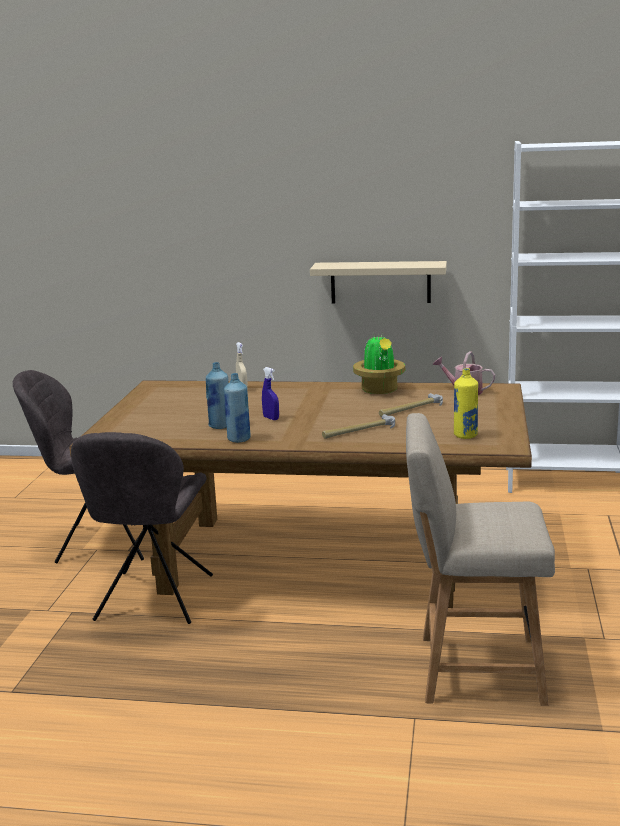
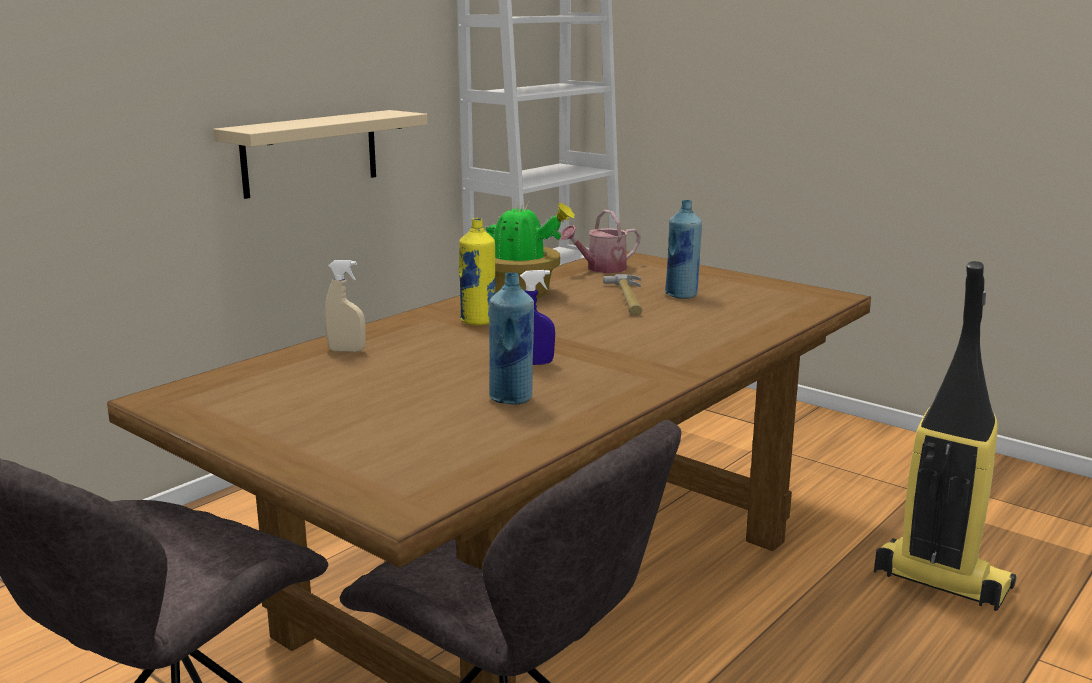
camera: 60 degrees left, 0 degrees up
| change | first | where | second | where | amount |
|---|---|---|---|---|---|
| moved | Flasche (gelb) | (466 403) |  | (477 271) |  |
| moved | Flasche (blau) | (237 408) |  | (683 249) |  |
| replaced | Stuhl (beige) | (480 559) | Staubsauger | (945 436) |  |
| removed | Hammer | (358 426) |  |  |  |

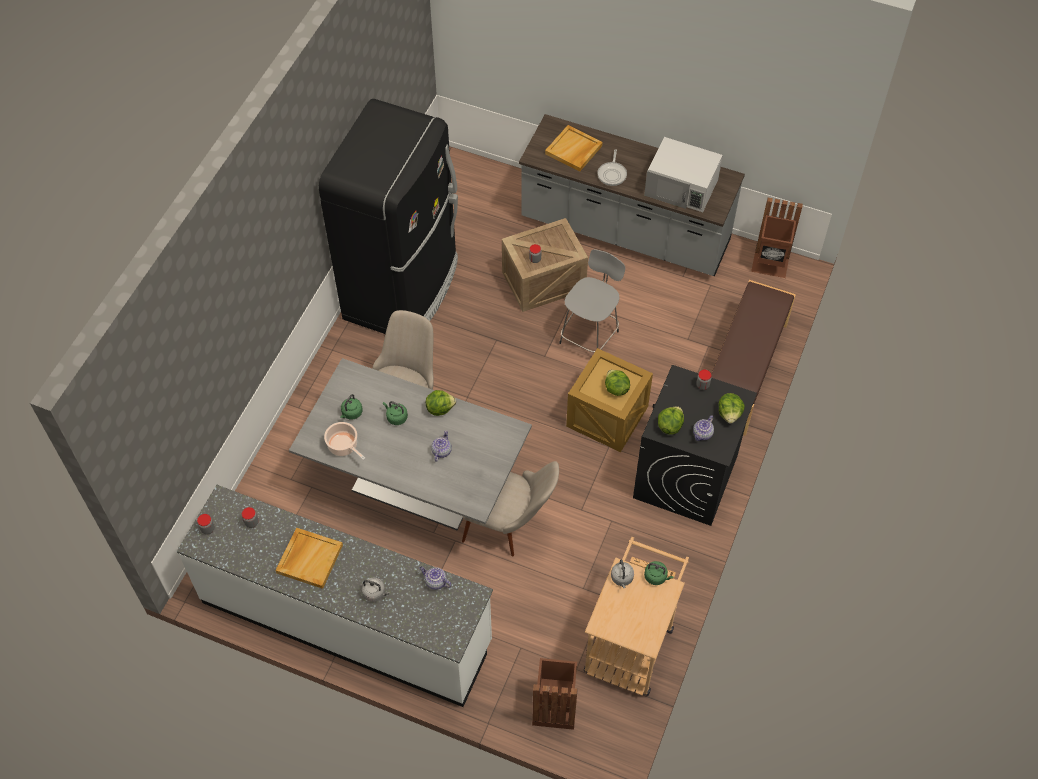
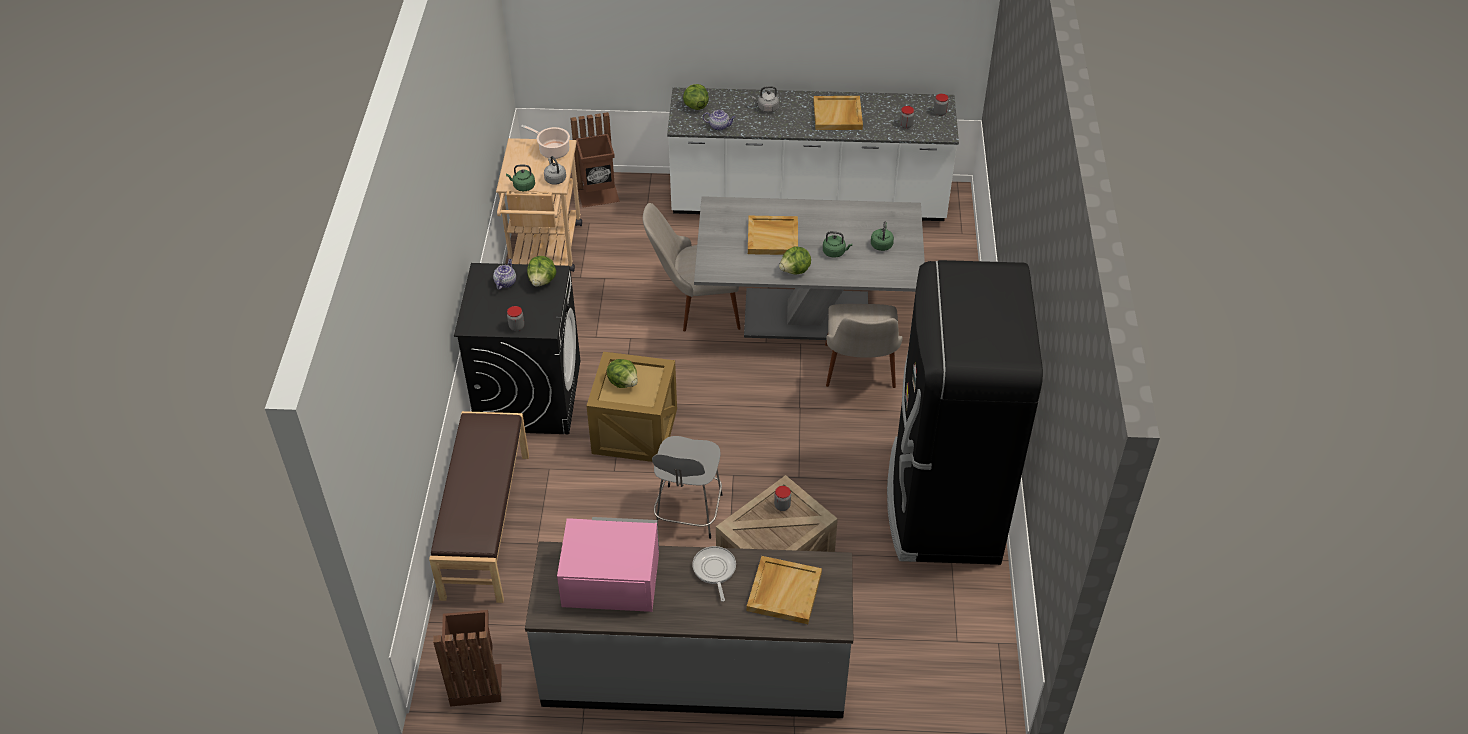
camera: 160 degrees right, 10 degrees down
| change | first | where | second | where | amount |
|---|---|---|---|---|---|
| recoloured | Mikrowelle (weiß) | (683 174) | Mikrowelle (rosa) | (608 564) |  |
| moved | Salatkopf | (731 408) |  | (696 97) |  |
| moved | Kochtopf | (345 441) |  | (545 142) |  |
| replaced | Teekanne | (441 445) | Tablett (beige) | (773 235) |  |

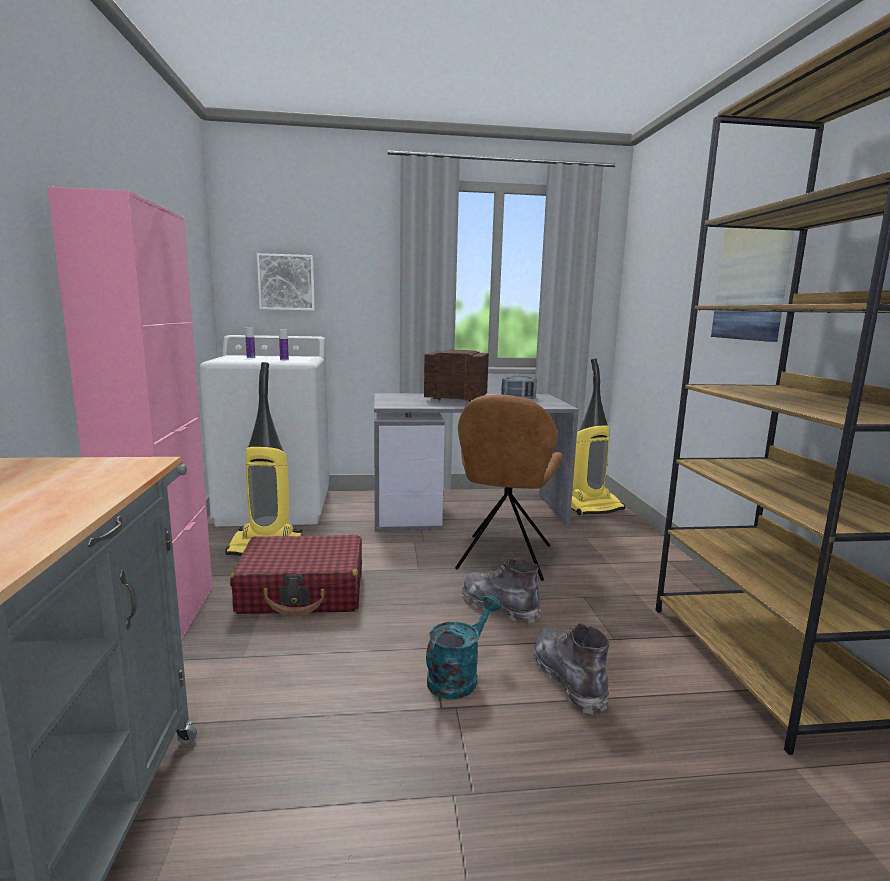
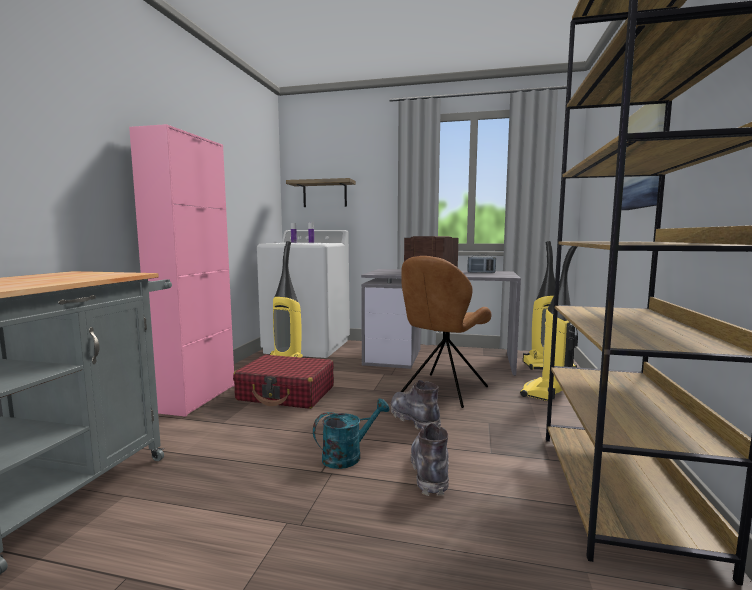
camera: 20 degrees right, 5 degrees down
| change | first | where | second | where | amount |
|---|---|---|---|---|---|
| replaced | Bild | (286 282) | Wandregal | (321 192) |  |
| added |  |  | Staubsauger | (549 323) |  |

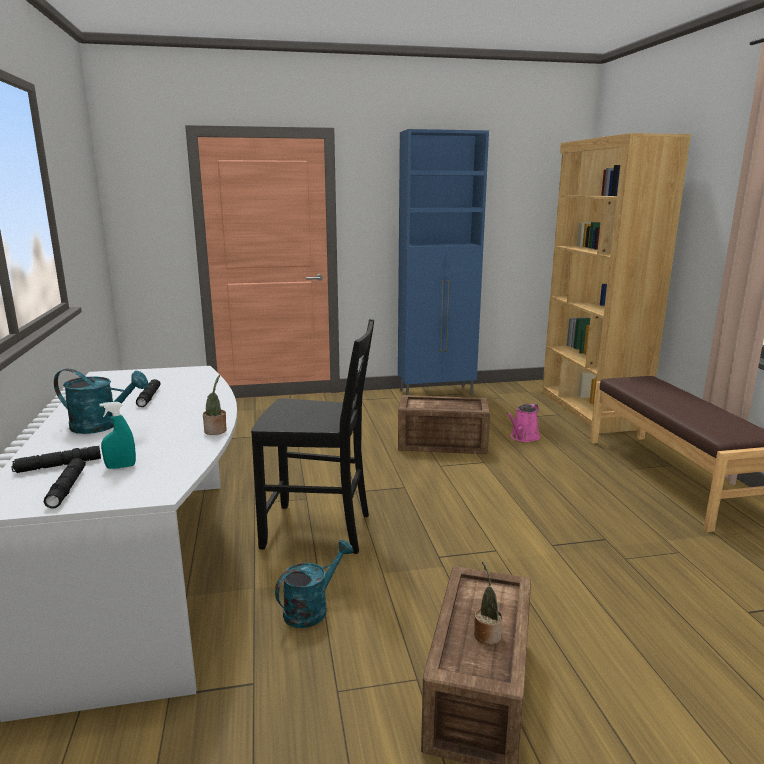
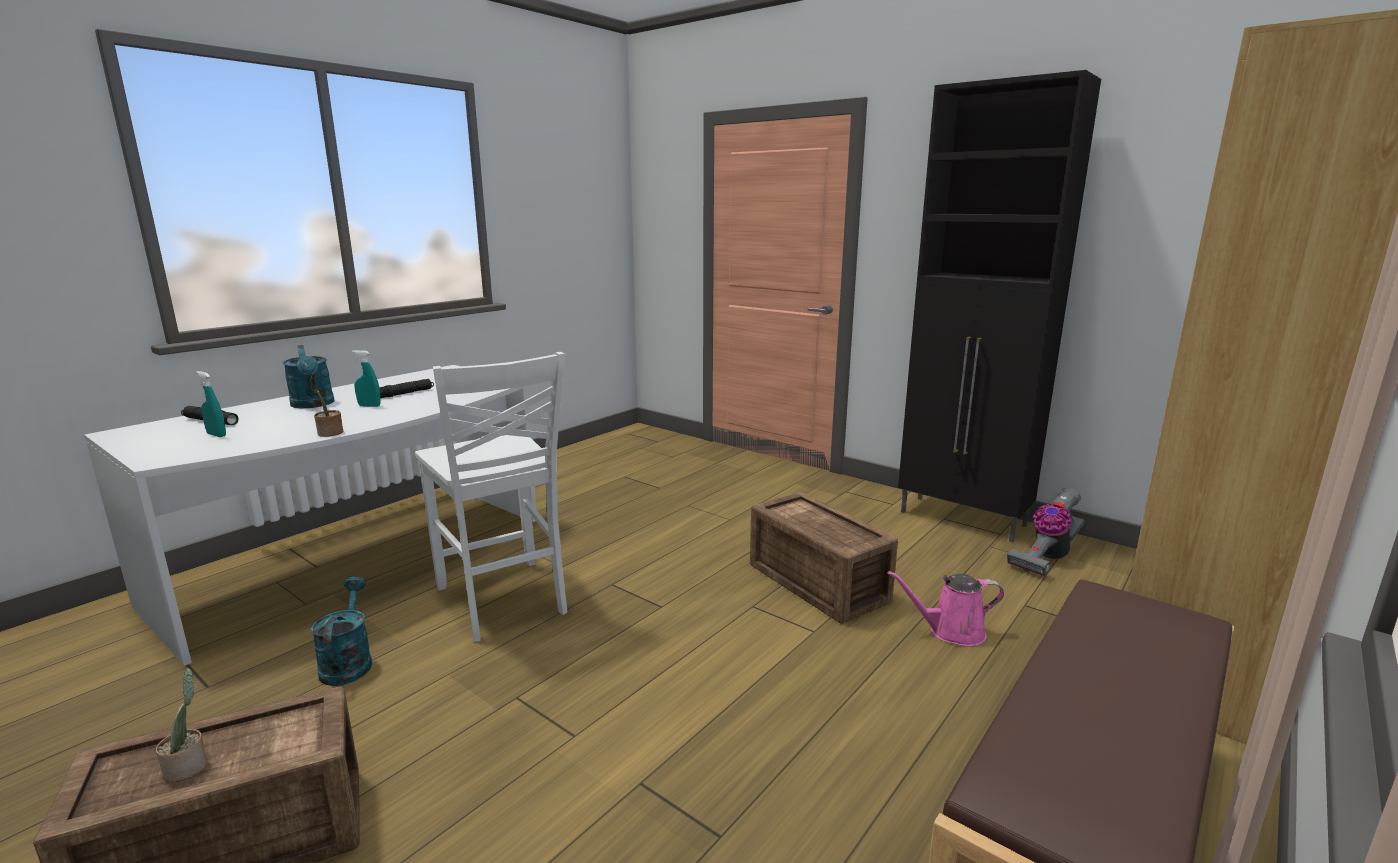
camera: 50 degrees right, 0 degrees up
| change | first | where | second | where | amount |
|---|---|---|---|---|---|
| recoloured | Schrank (blau) | (443 262) | Schrank (schwarz) | (999 306) |  |
| recoloured | Stuhl (schwarz) | (312 436) | Stuhl (weiß) | (491 497) |  |
| removed | Taschenlampe (schwarz) | (65 483) |  |  |  |
| turned | Gießkanne (türkis) | (314 584) |  | (341 631) | 105 degrees counterclockwise |
| added |  |  | Sprühflasche (türkis) | (366 378) |  |
| added |  |  | Staubsauger | (1046 532) |  |

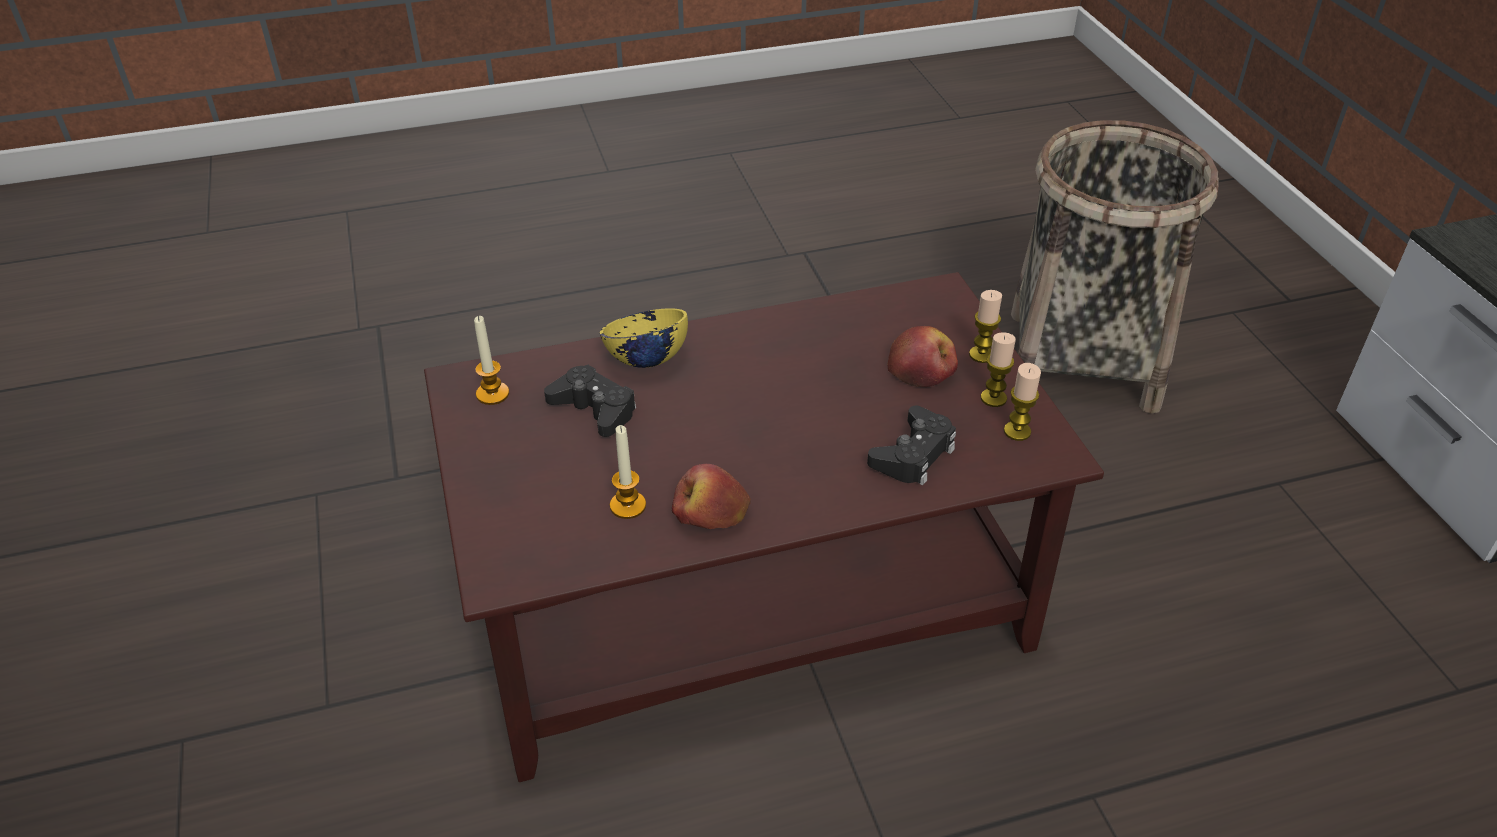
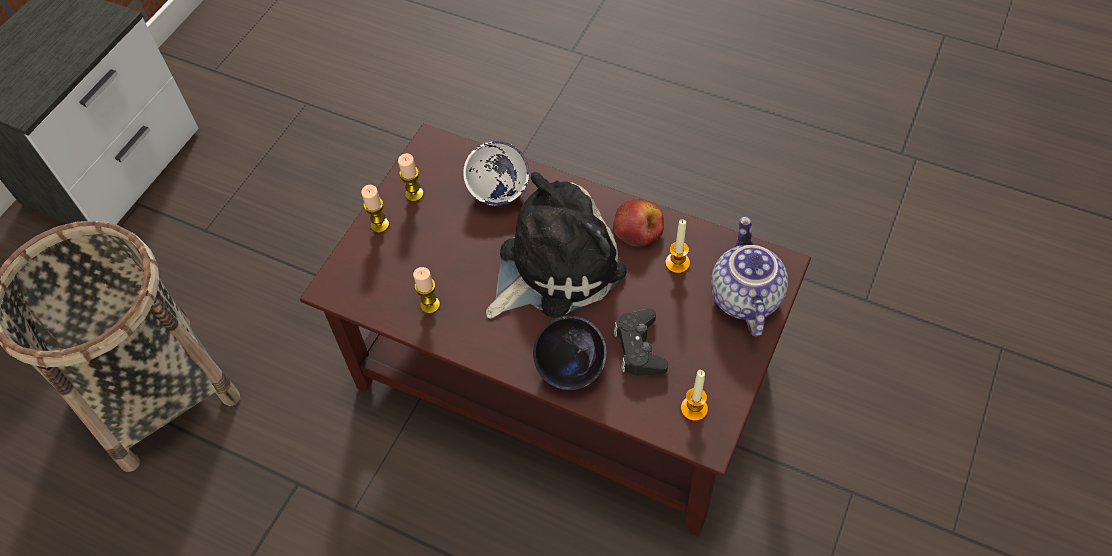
camera: 135 degrees left, 15 degrees up
| change | first | where | second | where | amount |
|---|---|---|---|---|---|
| recoloured | Schüssel (gelb) | (644 338) | Schüssel (schwarz) | (570 353) |  |
| removed | Apfel | (922 356) |  |  |  |
| moved | Kerze | (1022 402) |  | (426 290) |  |
| replaced | Gamepad (schwarz) | (911 445) | Schüssel (weiß) | (496 173) |  |
| added |  |  | Plüschtier | (556 245) |  |
| added |  |  | Teekanne | (749 276) |  |

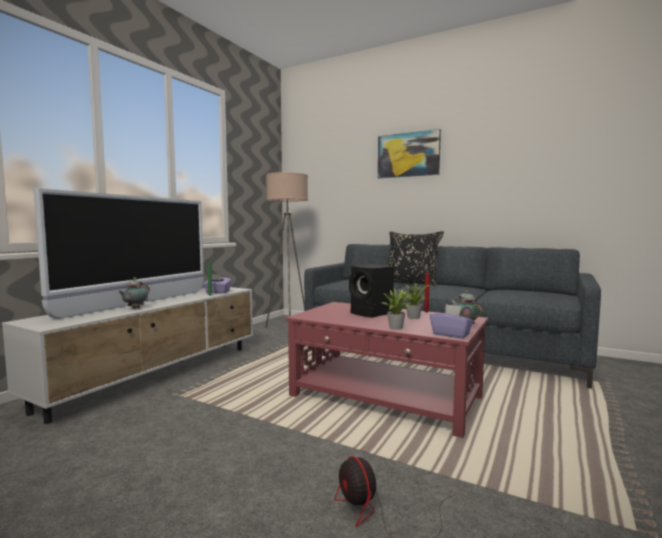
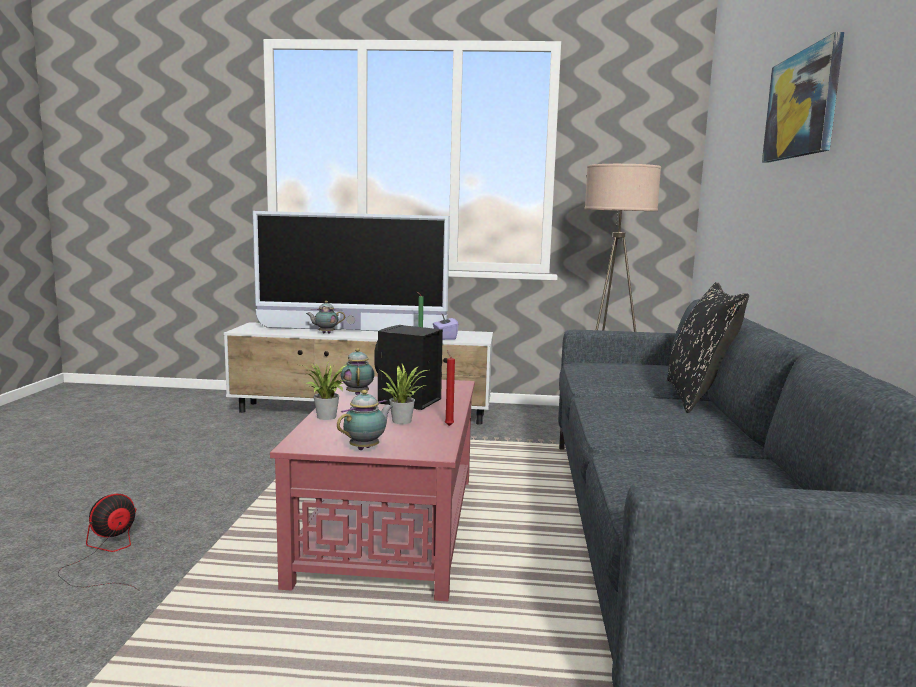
camera: 65 degrees right, 5 degrees up
| change | first | where | second | where | amount |
|---|---|---|---|---|---|
| removed | Taschentuchbox (lila) | (452 321) |  |  |  |
| added |  |  | Teekanne | (357 371) |  |

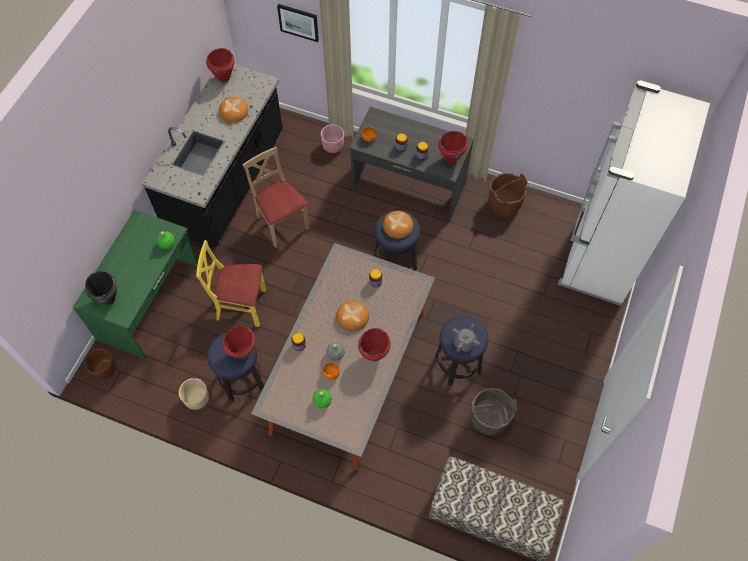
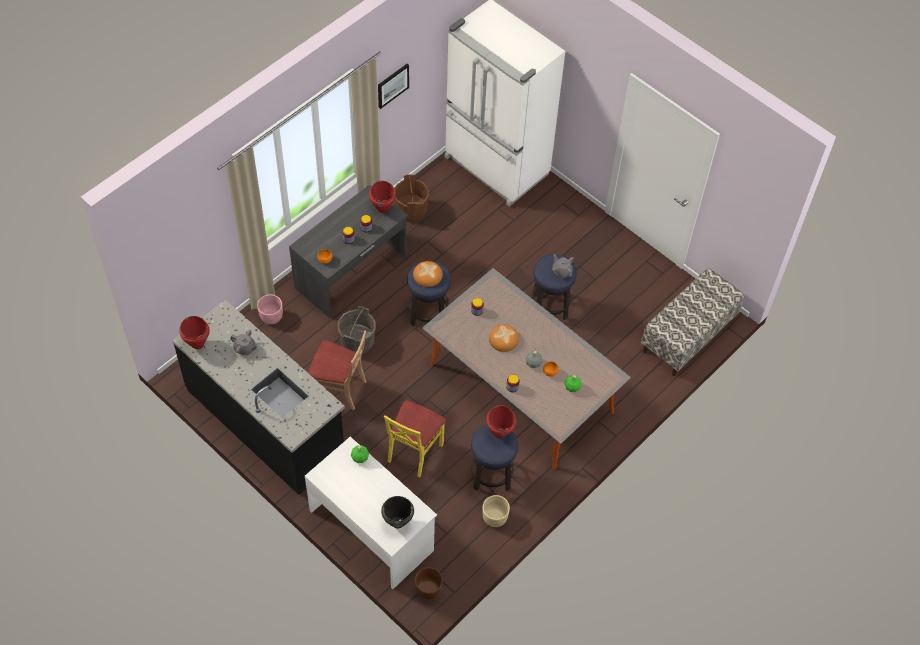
camera: 70 degrees left, 5 degrees down
| change | first | where | second | where | amount |
|---|---|---|---|---|---|
| moved | Bild | (298 23) |  | (393 86) |  |
| replaced | Brot | (233 110) | Teekanne (grau) | (244 343) |  |
| turned | Stuhl (beige) | (276 197) |  | (337 370) | 150 degrees counterclockwise |
| recoloured | Schreibtisch (grün) | (135 285) | Schreibtisch (weiß) | (371 513) |  |
| removed | Kochtopf (rot) | (374 344) |  |  |  |
| moved | Eimer (grau) | (493 412) |  | (356 330) |  |

